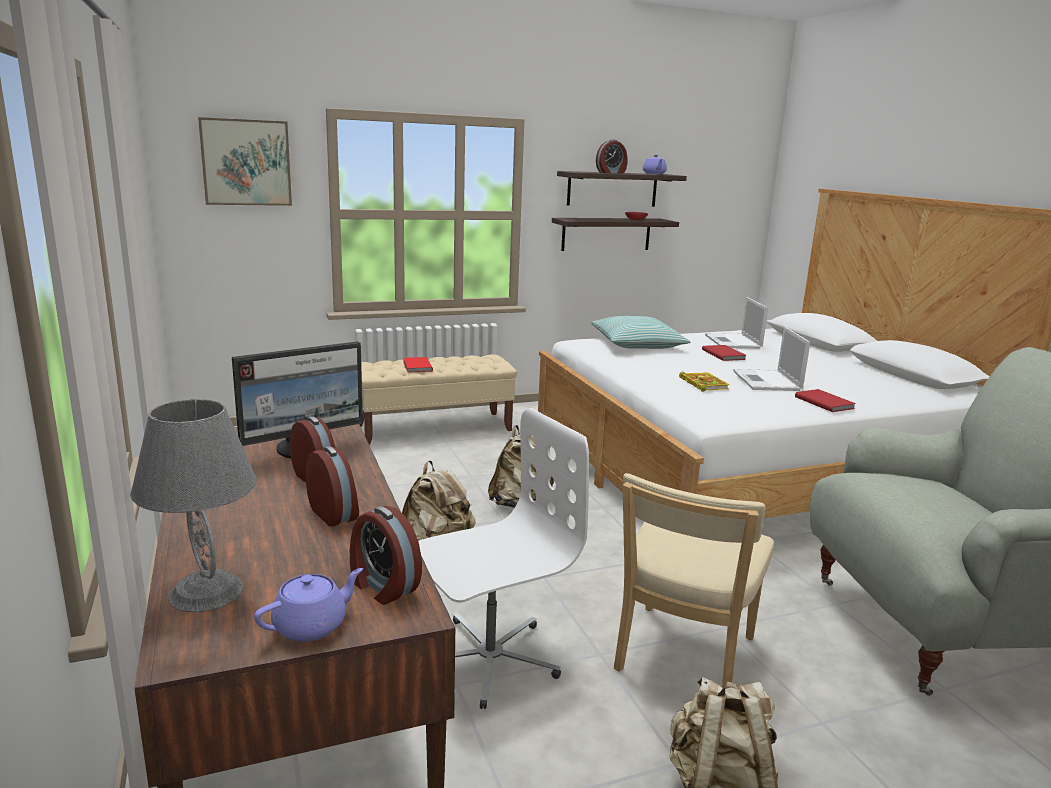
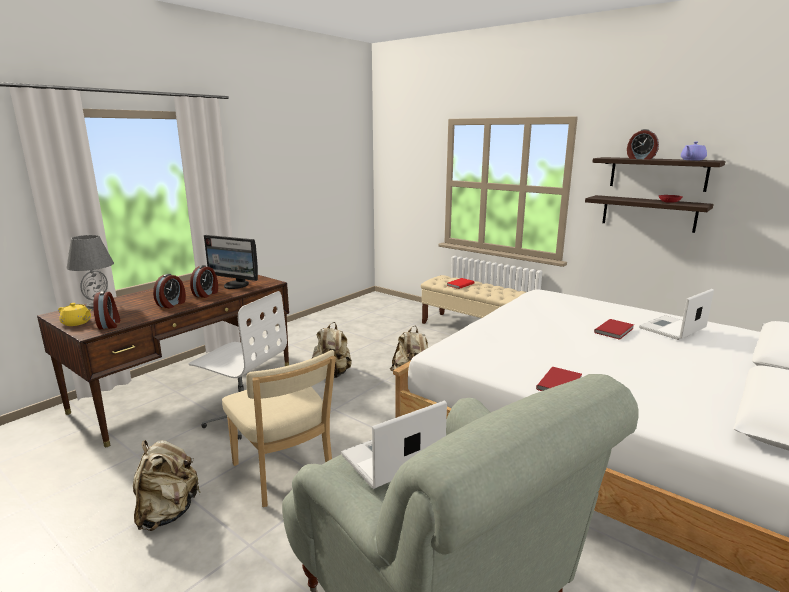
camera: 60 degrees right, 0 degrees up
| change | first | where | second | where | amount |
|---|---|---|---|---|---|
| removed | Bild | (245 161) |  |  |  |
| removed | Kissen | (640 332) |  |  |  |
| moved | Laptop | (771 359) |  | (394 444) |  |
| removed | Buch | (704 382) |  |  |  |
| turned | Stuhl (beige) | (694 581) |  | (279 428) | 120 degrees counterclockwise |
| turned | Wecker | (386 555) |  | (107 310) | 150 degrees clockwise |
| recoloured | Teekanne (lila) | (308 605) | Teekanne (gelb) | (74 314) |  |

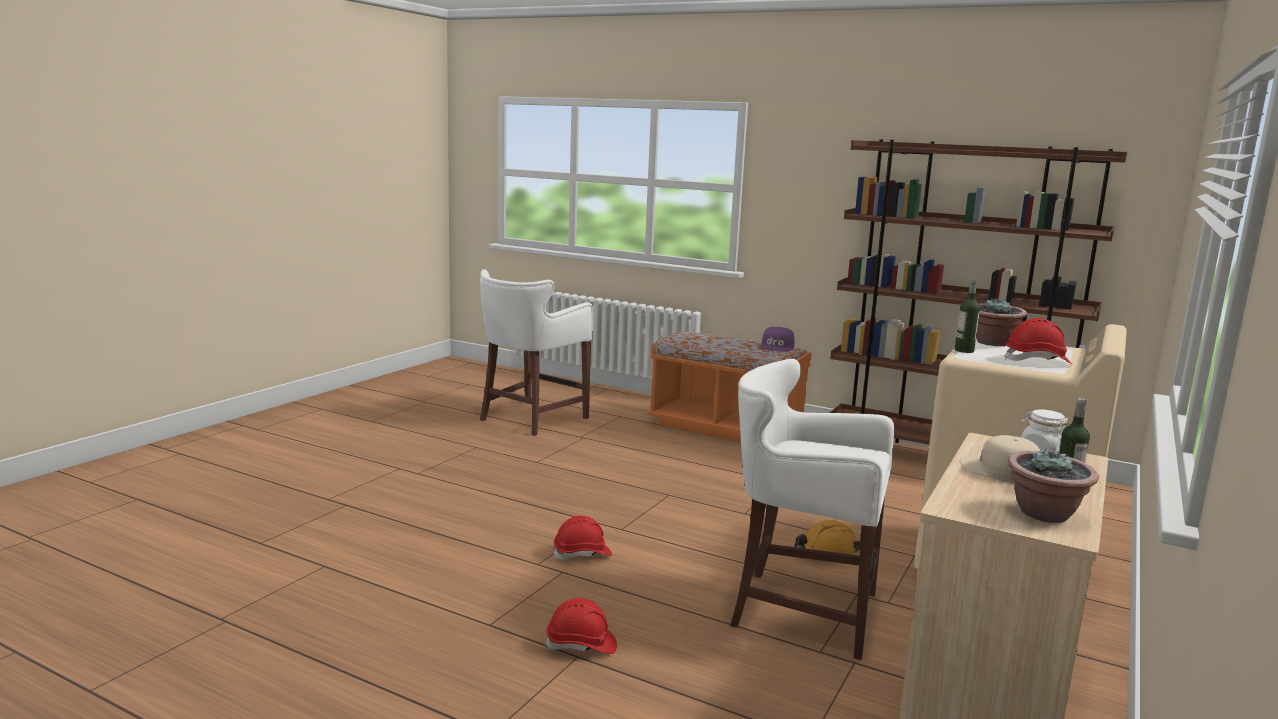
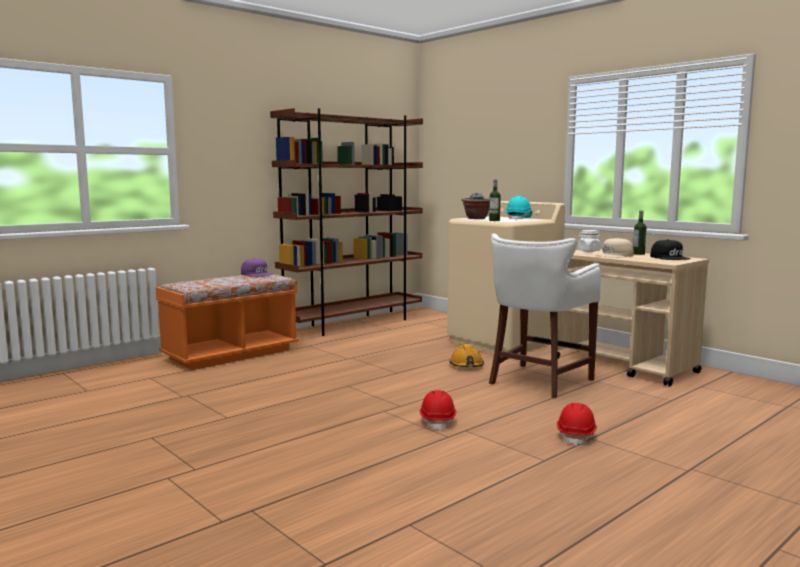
camera: 70 degrees left, 5 degrees down
| change | first | where | second | where | amount |
|---|---|---|---|---|---|
| removed | Hocker (weiß) | (536 352) |  |  |  |
| recoloured | Schutzhelm (rot) | (1038 341) | Schutzhelm (türkis) | (518 208) |  |
| replaced | Topfpflanze | (1053 485) | Kappe (schwarz) | (670 249) |  |

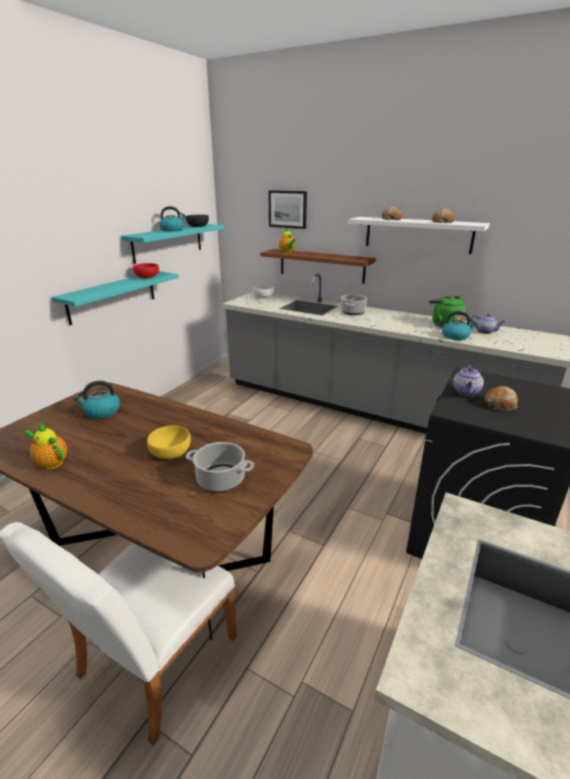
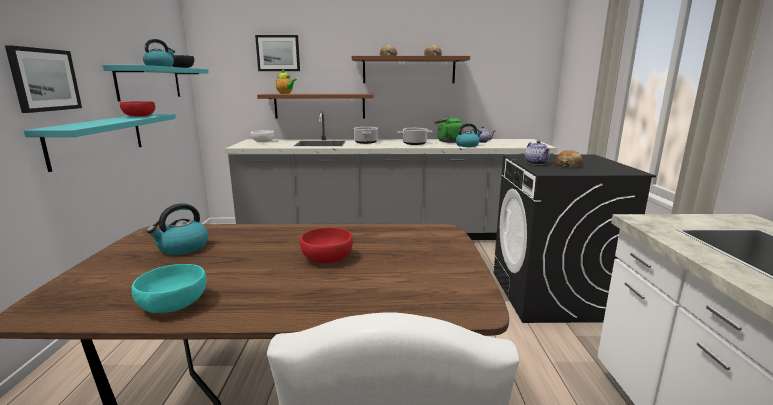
camera: 30 degrees left, 10 degrees down
| change | first | where | second | where | amount |
|---|---|---|---|---|---|
| recoloured | Wandregal (weiß) | (419 235) | Wandregal (braun) | (411 69) |  |
| replaced | Teekanne | (45 446) | Schüssel (türkis) | (169 288) |  |
| recoloured | Schüssel (gelb) | (169 442) | Schüssel (rot) | (326 245) |  |
| moved | Kochtopf | (220 467) |  | (415 136) |  |
| added |  |  | Bild | (43 79) |  |

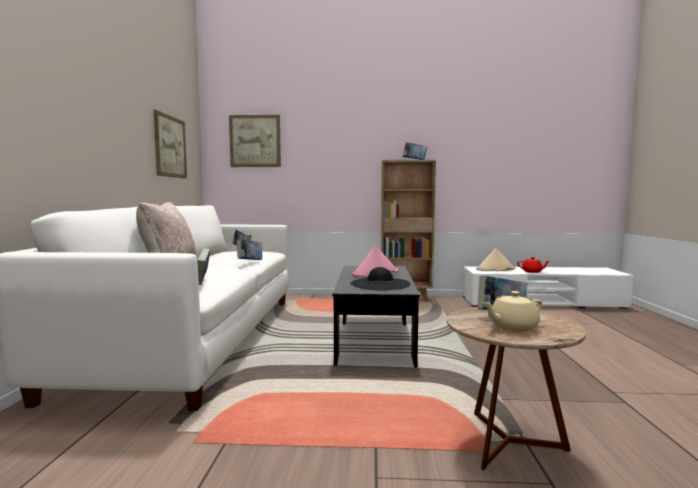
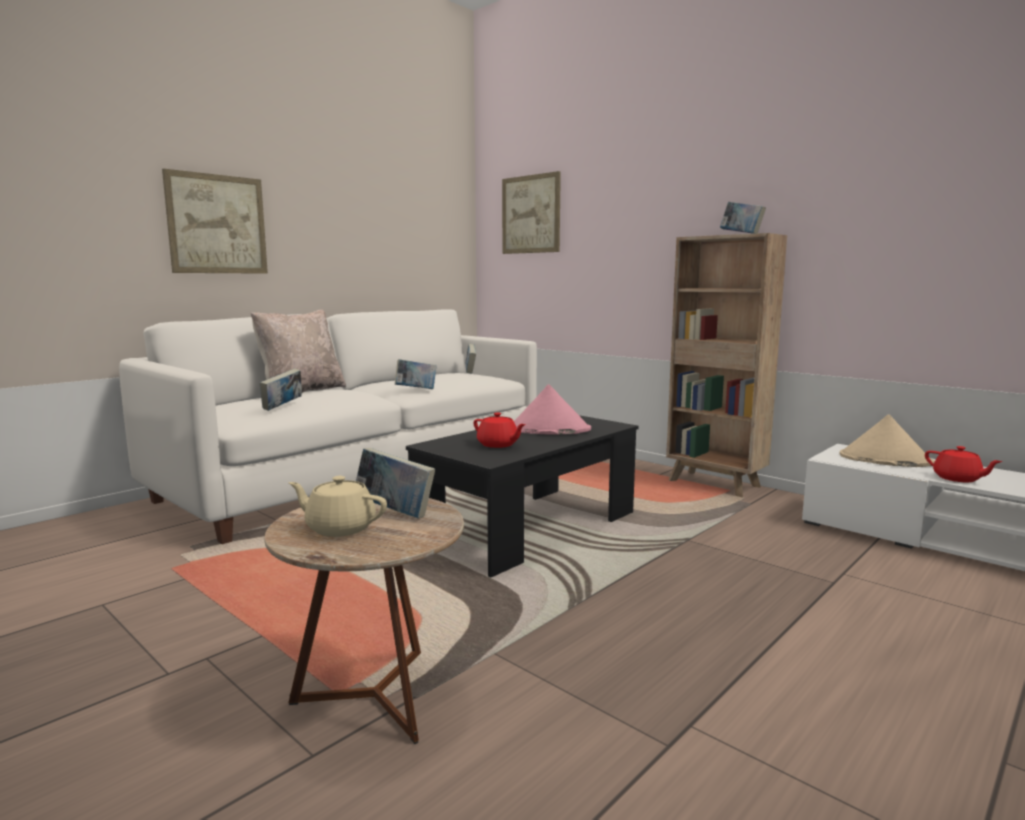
camera: 40 degrees right, 5 degrees up
| change | first | where | second | where | amount |
|---|---|---|---|---|---|
| moved | Bild | (170 144) |  | (215 221) |  |
| replaced | Hut (schwarz) | (380 279) | Teekanne (rot) | (500 430) |  |

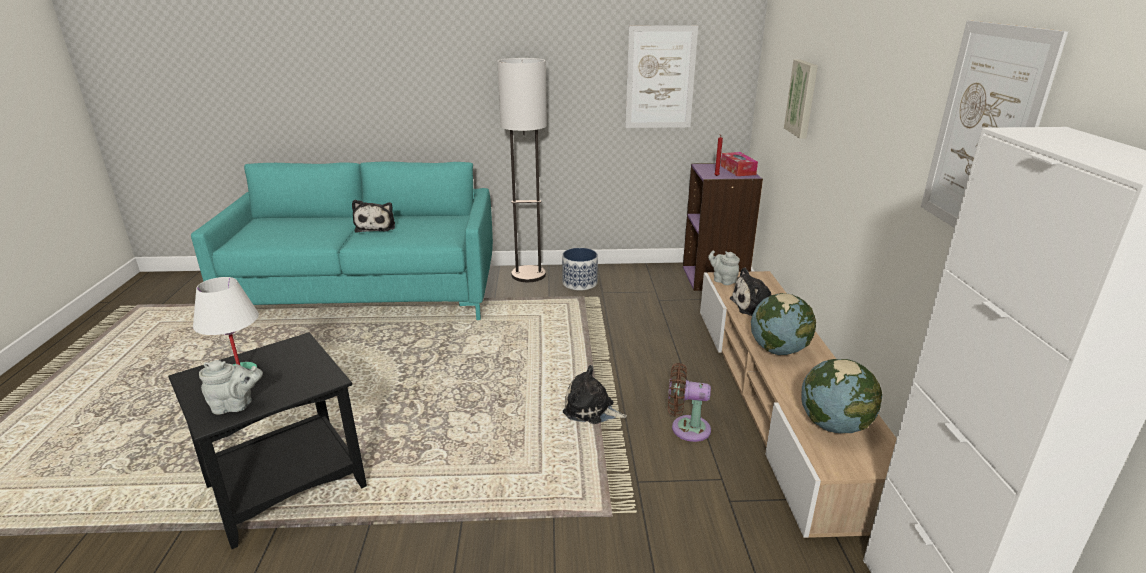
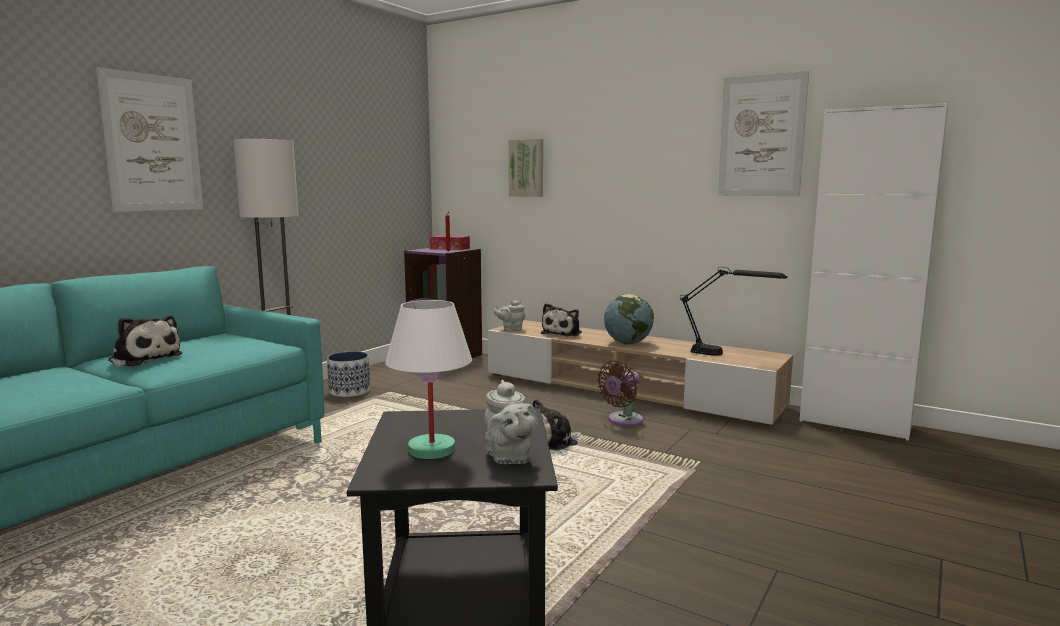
camera: 55 degrees left, 15 degrees down
| change | first | where | second | where | amount |
|---|---|---|---|---|---|
| moved | Bild | (661 76) |  | (149 139) |  |
| replaced | Globus | (841 396) | Tischlampe (schwarz) | (733 311) |  |
| turned | Teekanne (grau) | (231 387) |  | (511 422) | 135 degrees clockwise |

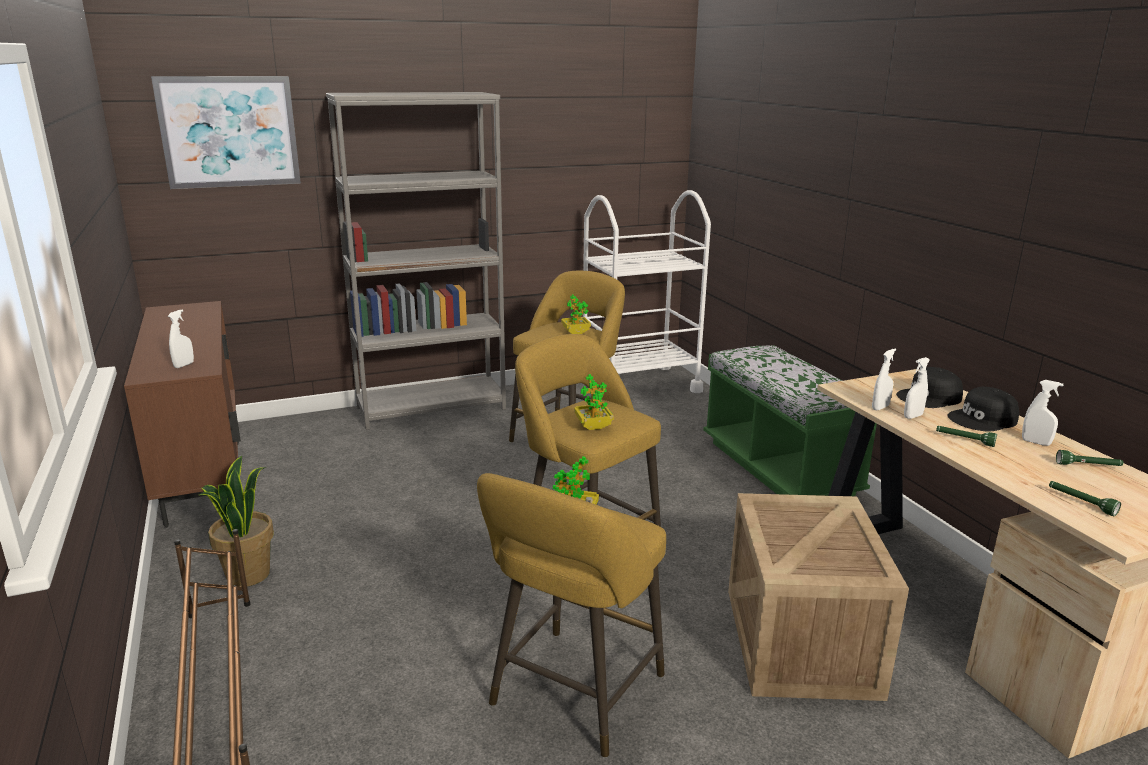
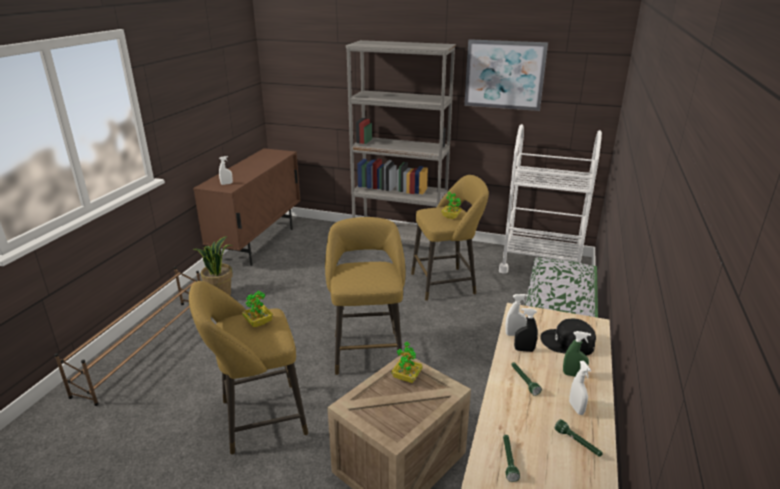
camera: 40 degrees right, 5 degrees up
| change | first | where | second | where | amount |
|---|---|---|---|---|---|
| moved | Bild | (226 132) |  | (506 75) |  |
| recoloured | Sprühflasche (weiß) | (917 388) | Sprühflasche (schwarz) | (526 330) |  |
| moved | Topfpflanze | (594 402) |  | (407 362) |  |
| replaced | Kappe (schwarz) | (983 409) | Sprühflasche (grün) | (577 354) |  |

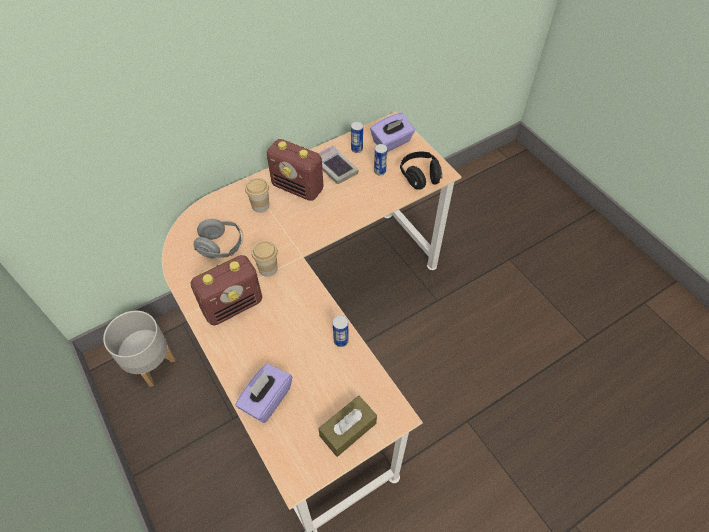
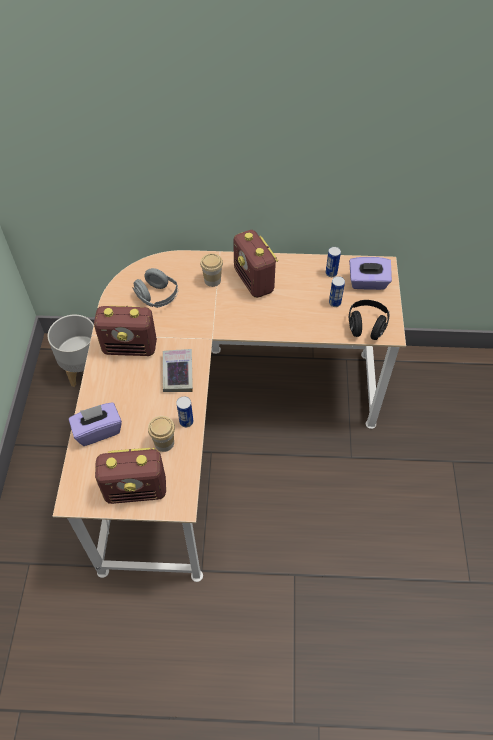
camera: 35 degrees right, 0 degrees up
| change | first | where | second | where | amount |
|---|---|---|---|---|---|
| moved | Buch | (338 164) |  | (178 370) |  |
| moved | Tasse | (265 259) |  | (161 434) |  |
| replaced | Taschentuchbox (braun) | (347 426) | Radio | (130 476) |  |

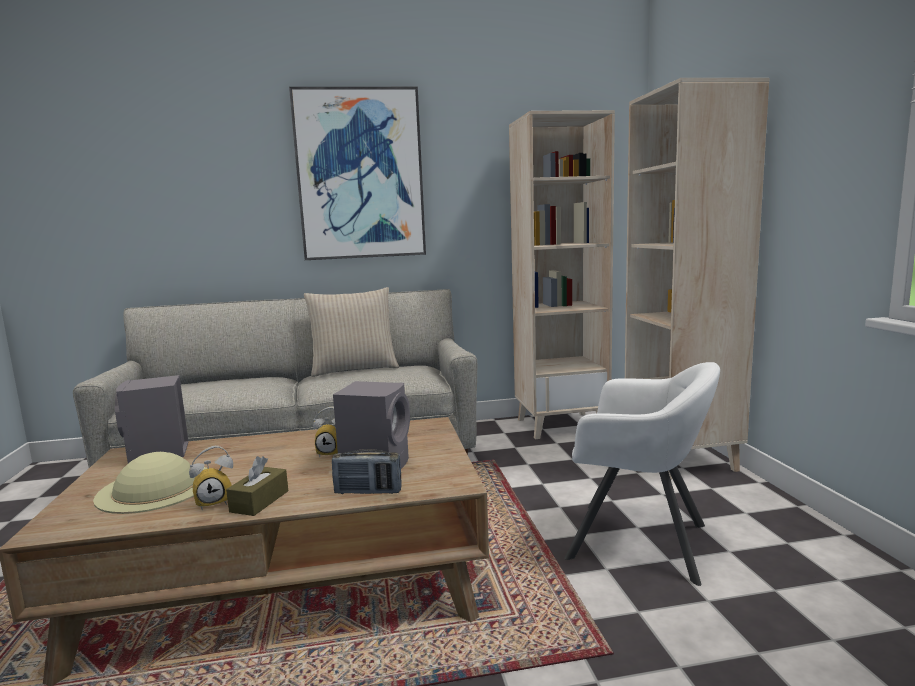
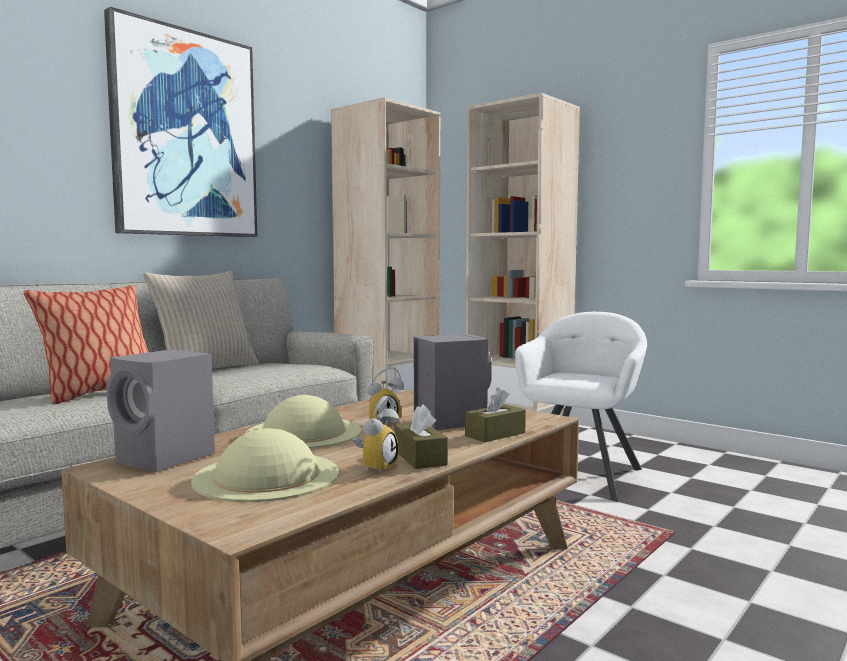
camera: 40 degrees left, 5 degrees down
| change | first | where | second | where | amount |
|---|---|---|---|---|---|
| turned | Sessel (weiß) | (642 474) |  | (581 406) | 45 degrees counterclockwise |
| replaced | Radio | (366 471) | Taschentuchbox (braun) | (495 414) |  |
| added |  |  | Kissen | (85 344) |  |
| added |  |  | Hut (beige) | (303 422) |  |

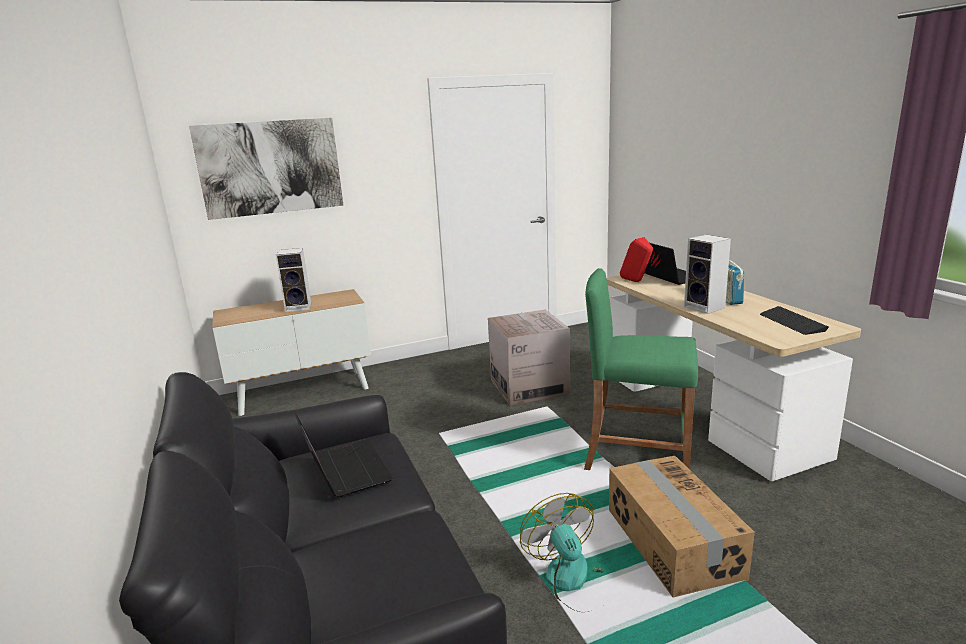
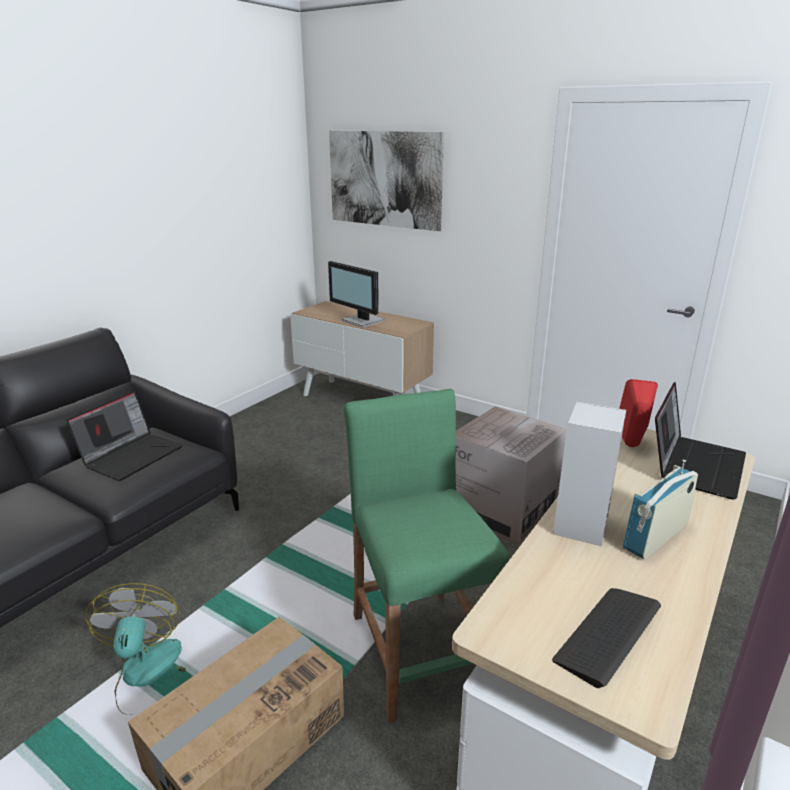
camera: 55 degrees right, 5 degrees up
| change | first | where | second | where | amount |
|---|---|---|---|---|---|
| replaced | Lautsprecher | (293 280) | Monitor | (357 294) |  |
| turned | Ventilator | (562 552) |  | (135 649) | 45 degrees counterclockwise |

